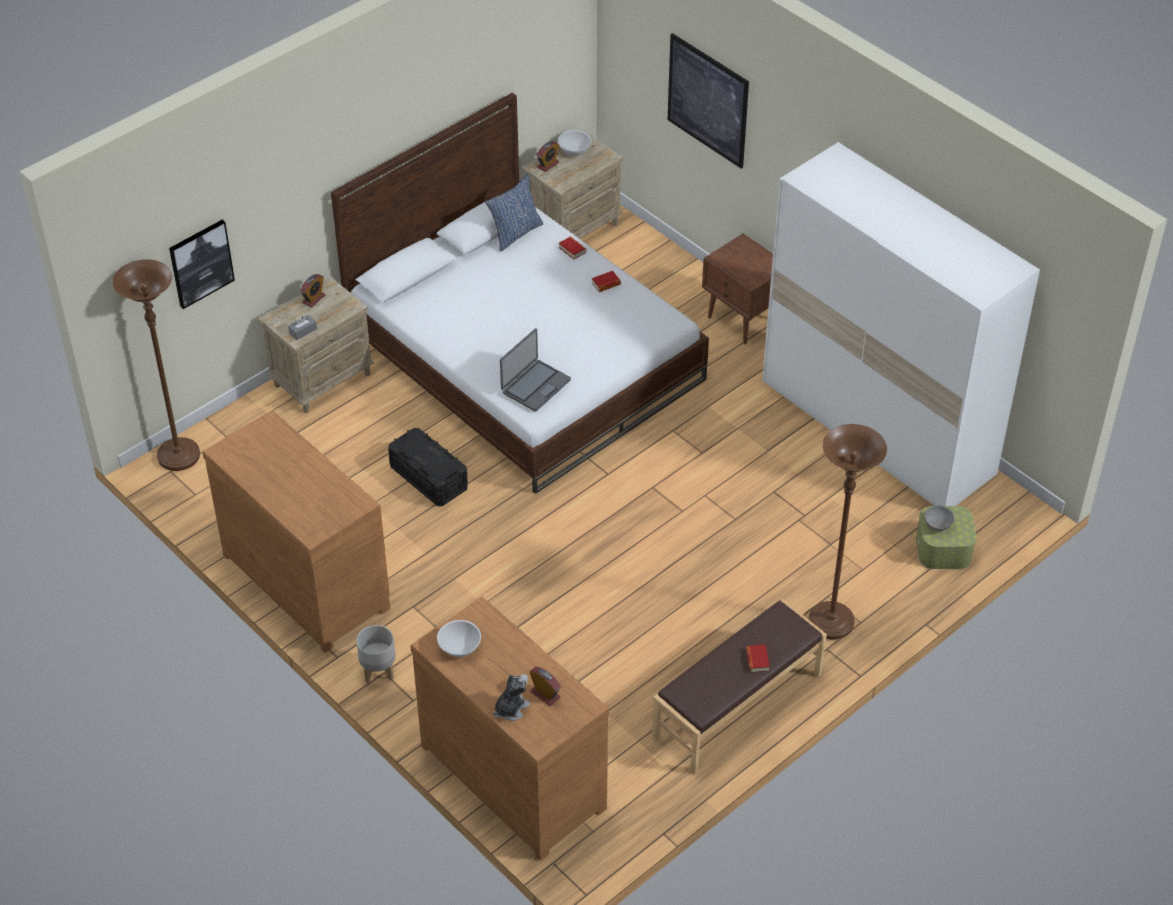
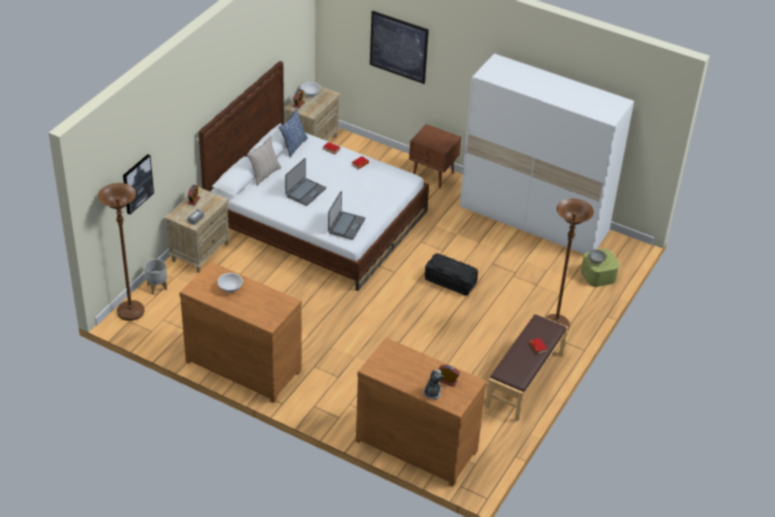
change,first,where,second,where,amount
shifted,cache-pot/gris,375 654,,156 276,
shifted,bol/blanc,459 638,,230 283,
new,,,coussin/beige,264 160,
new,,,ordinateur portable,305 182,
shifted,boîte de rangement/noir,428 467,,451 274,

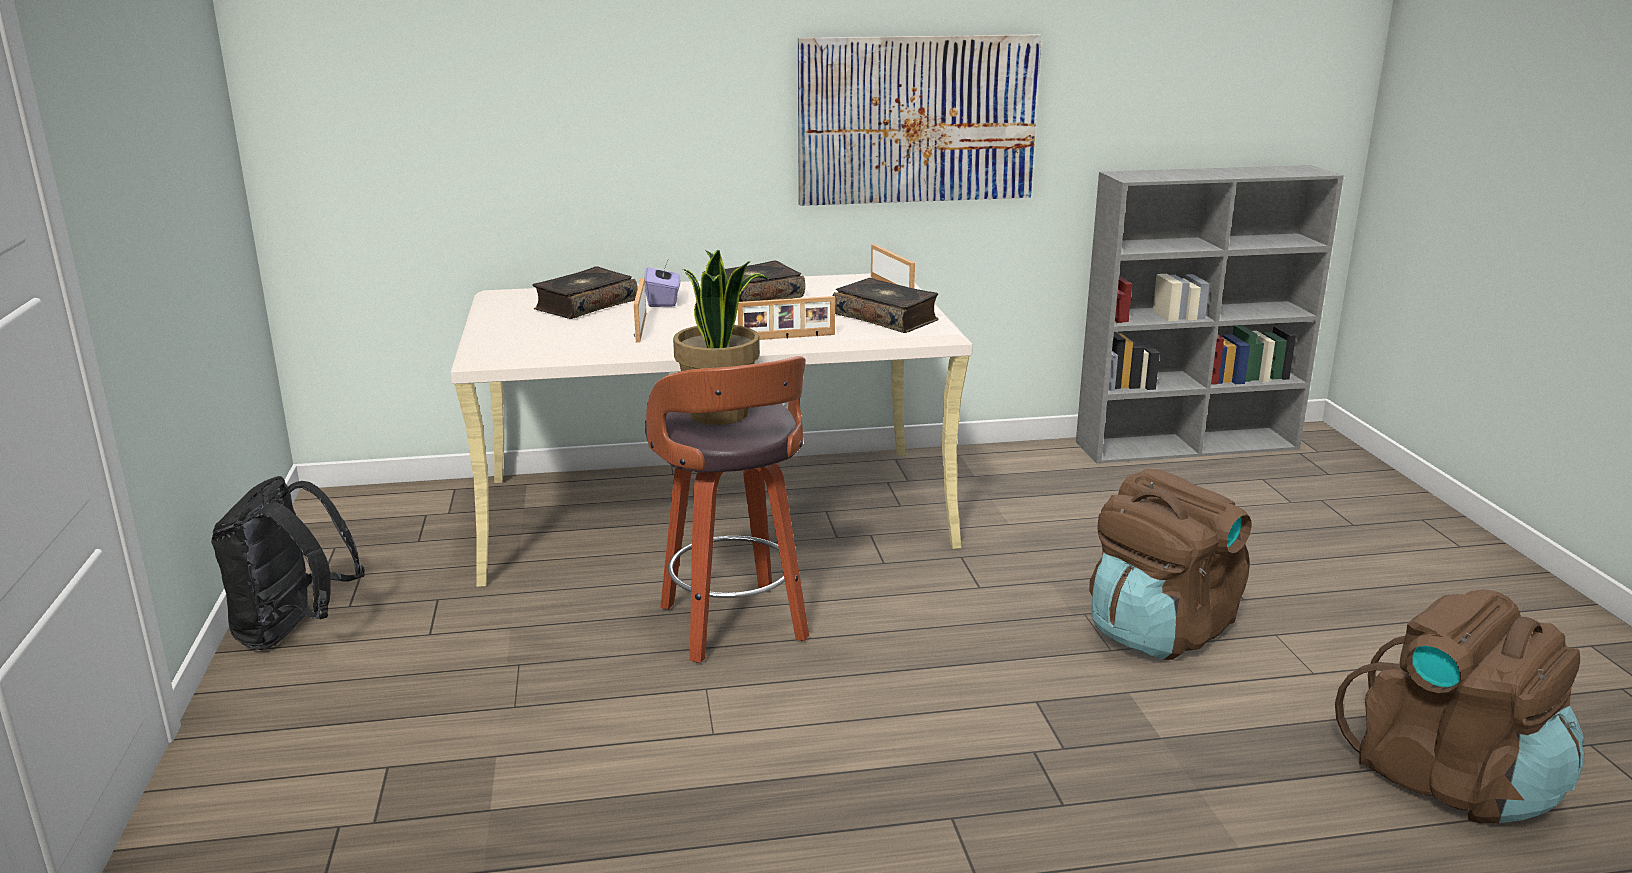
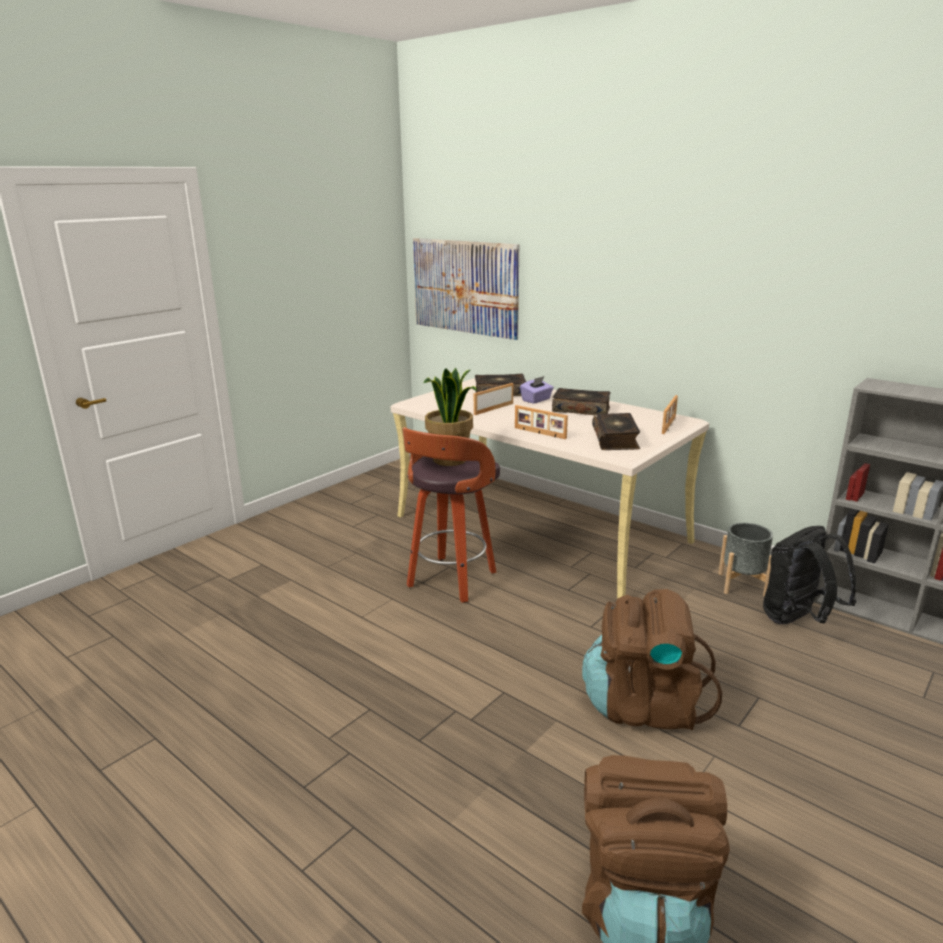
change,first,where,second,where,amount
shifted,tableau,920 120,,466 289,
new,,,cache-pot/gris,745 560,
shifted,sac à dos/noir,288 563,,809 575,

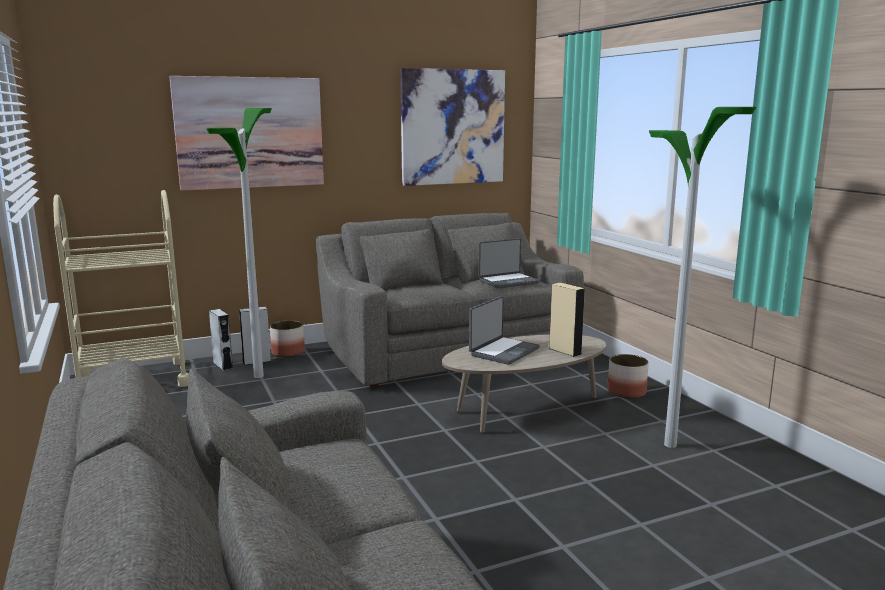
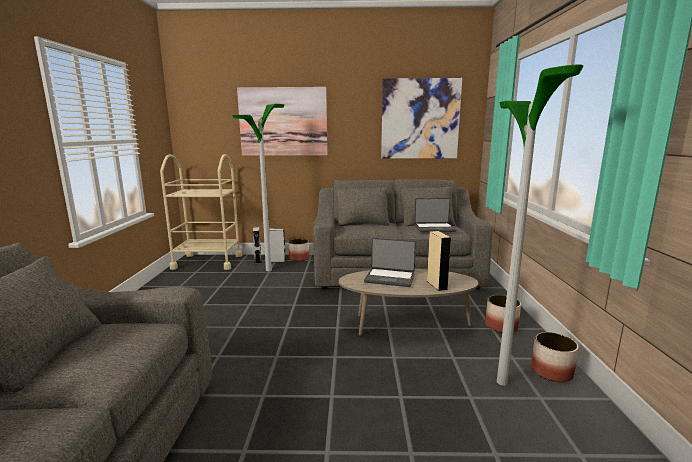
change,first,where,second,where,amount
rotated,ordinateur portable,504 330,,390 262,45 degrees clockwise
new,,,cache-pot,554 357,

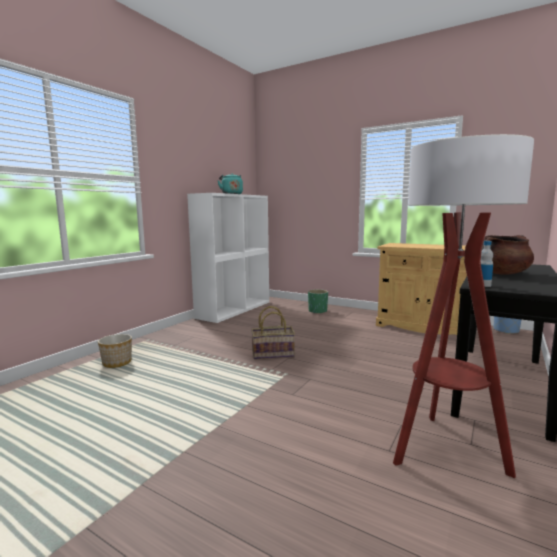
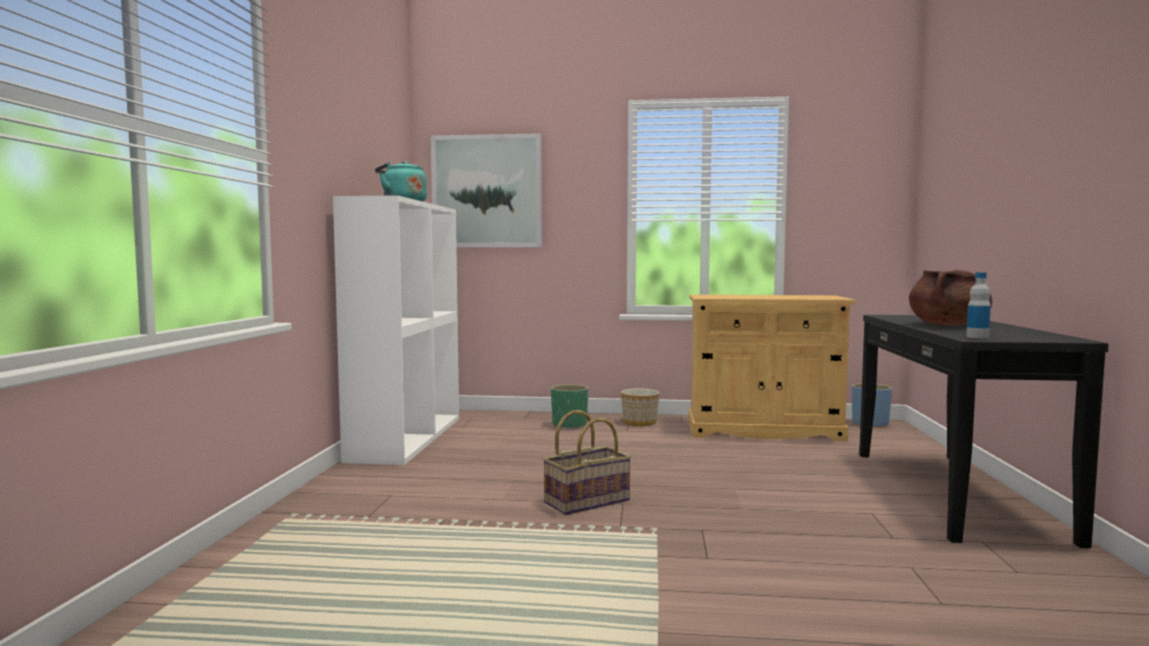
change,first,where,second,where,amount
new,,,tableau,486 190,
shifted,cache-pot,115 351,,640 407,
gone,lampadaire,463 306,,,

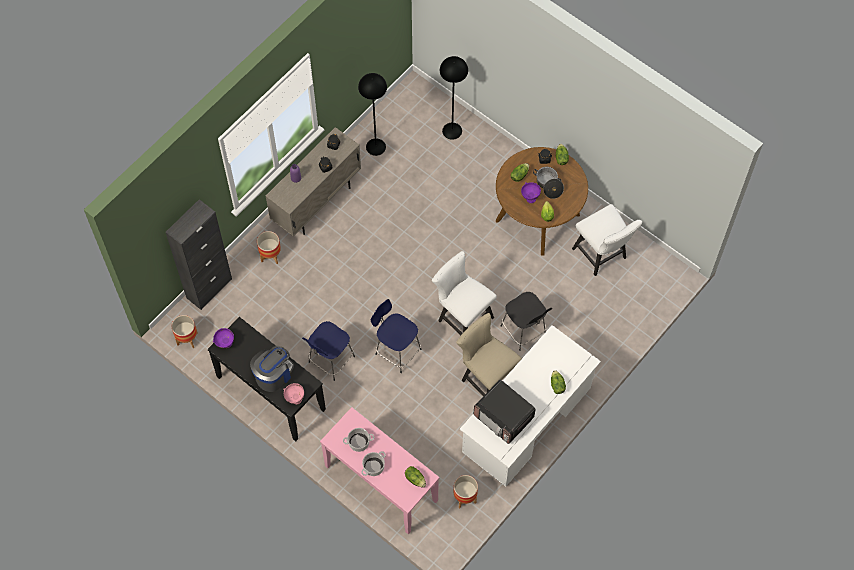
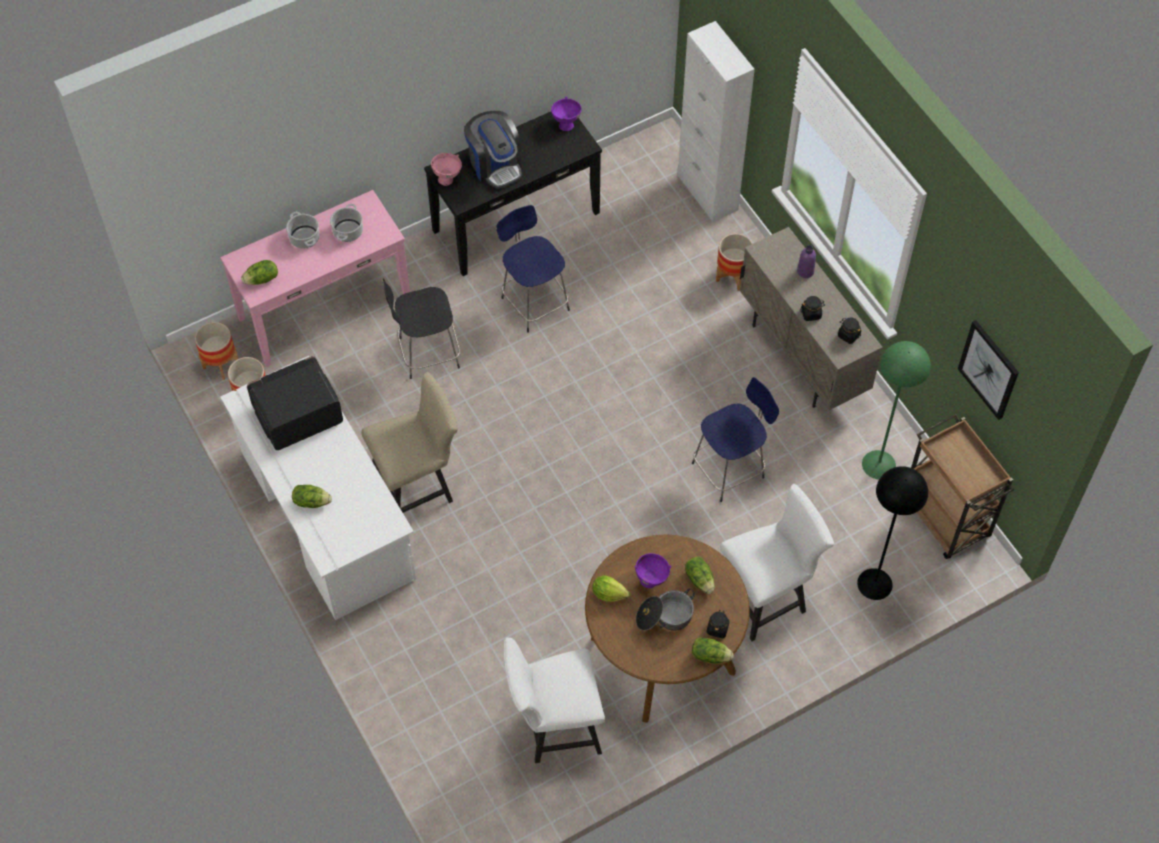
change,first,where,second,where,amount
shifted,cache-pot,185 331,,216 351,
shifted,tabouret/noir,526 321,,421 328,
repainted,meuble de rangement/noir,199 254,meuble de rangement/blanc,716 121,
shifted,tabouret/bleu,396 336,,735 439,
shifted,chaise/blanc,464 293,,777 562,
repainted,lampadaire/noir,372 114,lampadaire/vert,896 410,
new,,,chariot/marron,962 486,
new,,,tableau,988 370,

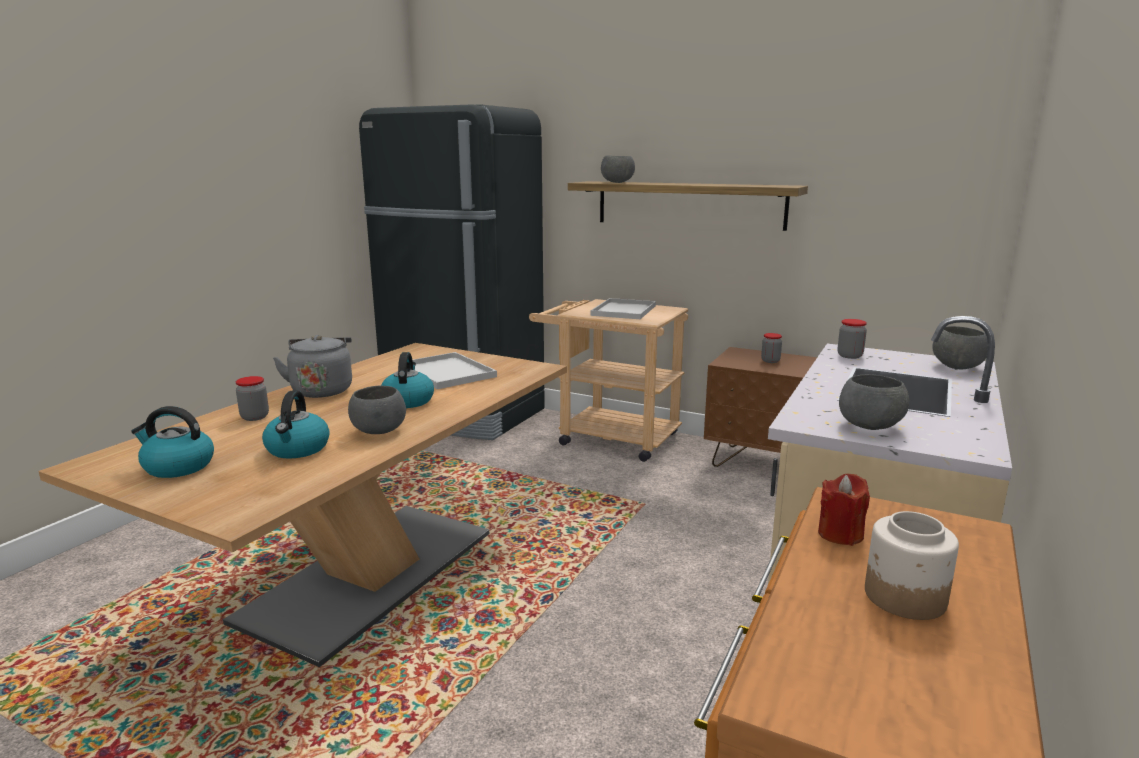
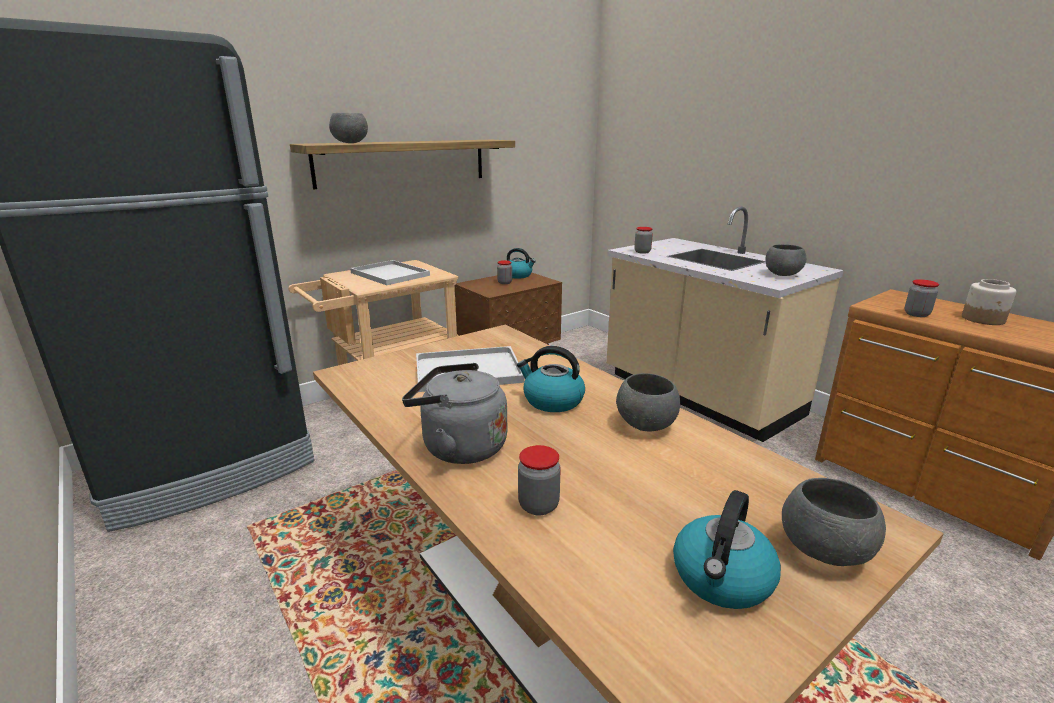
change,first,where,second,where,amount
shifted,bouilloire,296 425,,521 263,
shifted,bol/gris,960 347,,834 522,
swapped,bougie/rouge,844 510,bocal,922 298,

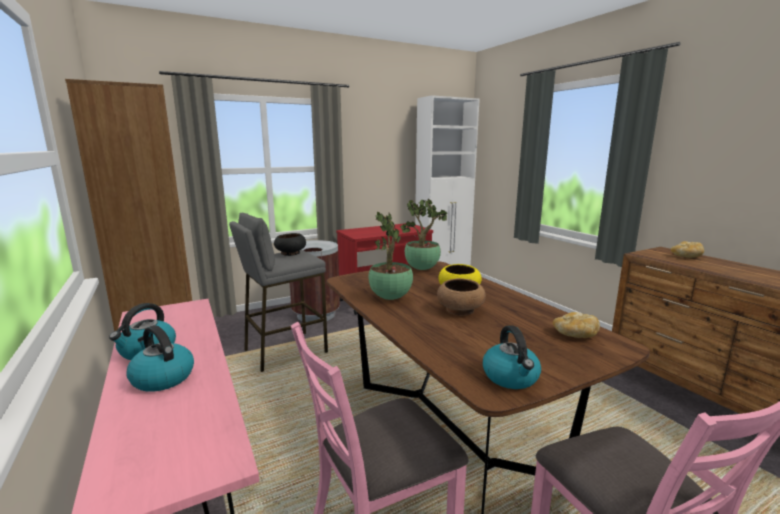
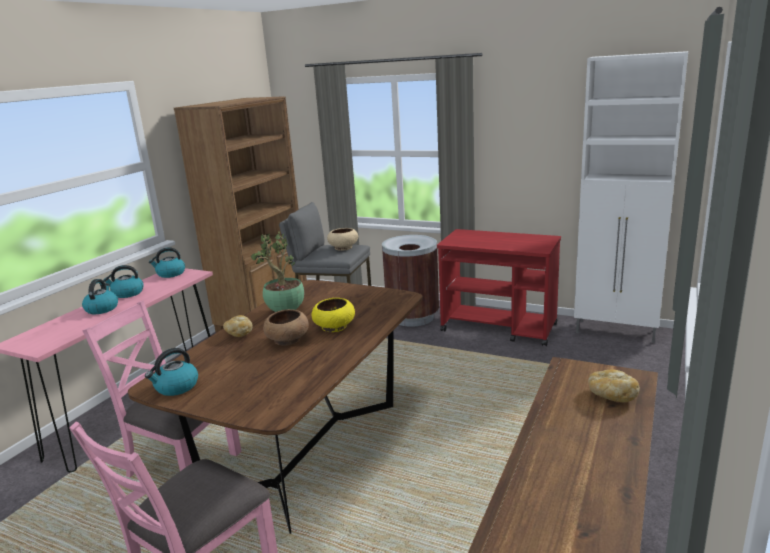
change,first,where,second,where,amount
new,,,bouilloire,167 262,
shifted,pain,576 325,,238 326,
repainted,bol/noir,290 244,bol/beige,342 239,
gone,plante en pot,423 234,,,

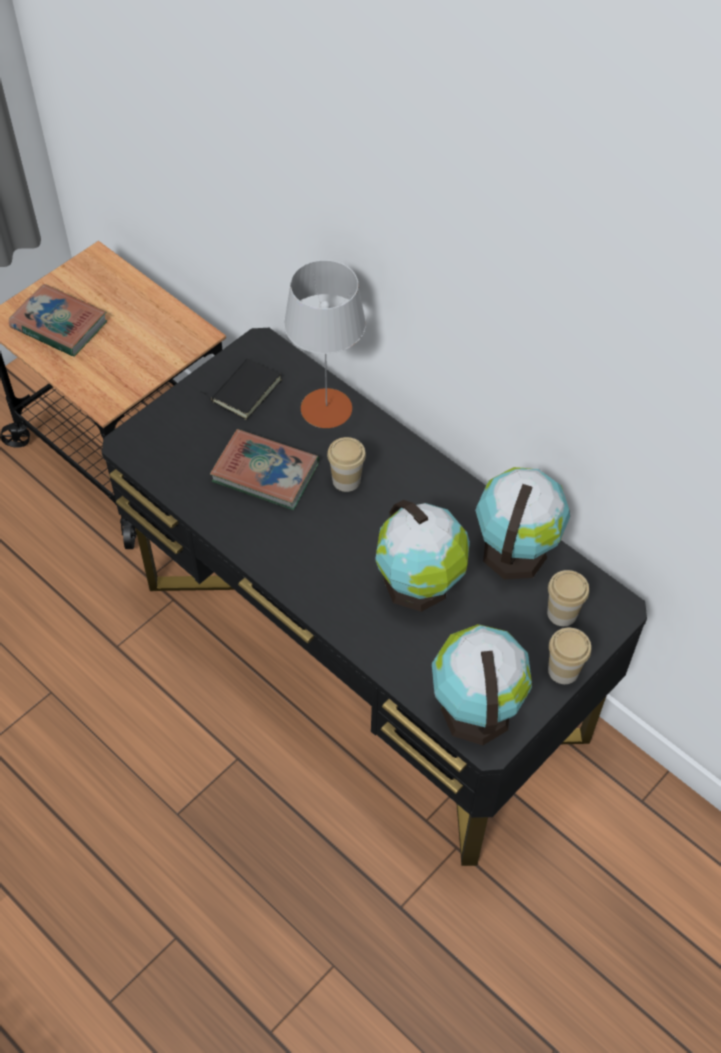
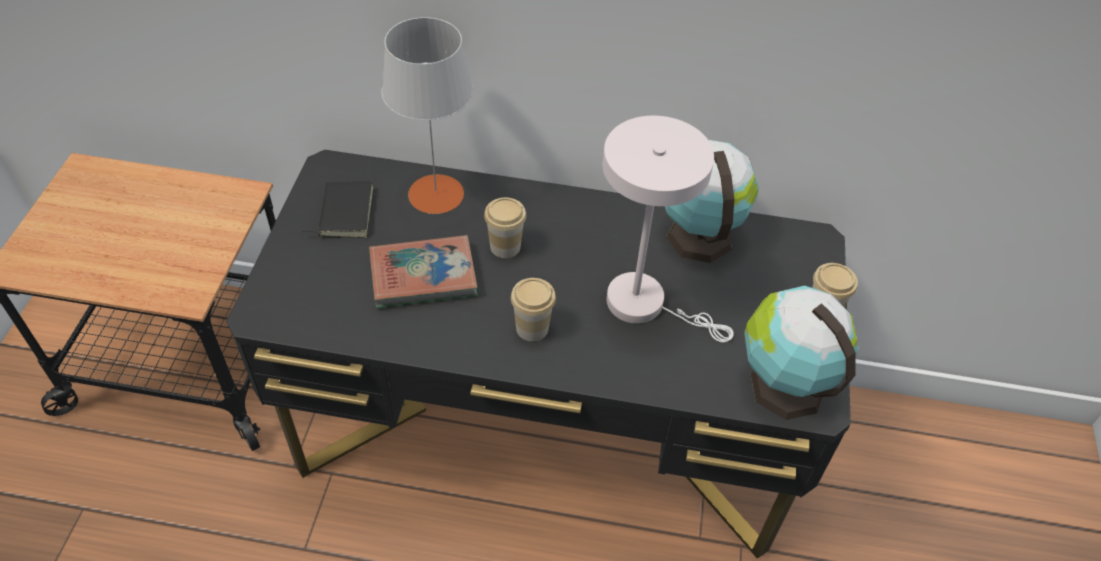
change,first,where,second,where,amount
shifted,tasse,568 598,,533 309,
swapped,globe,422 556,lampe de table/blanc,668 229,
gone,livre,58 320,,,

